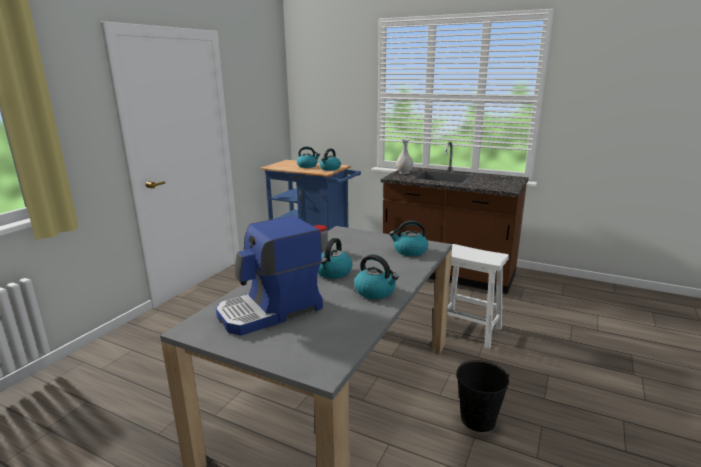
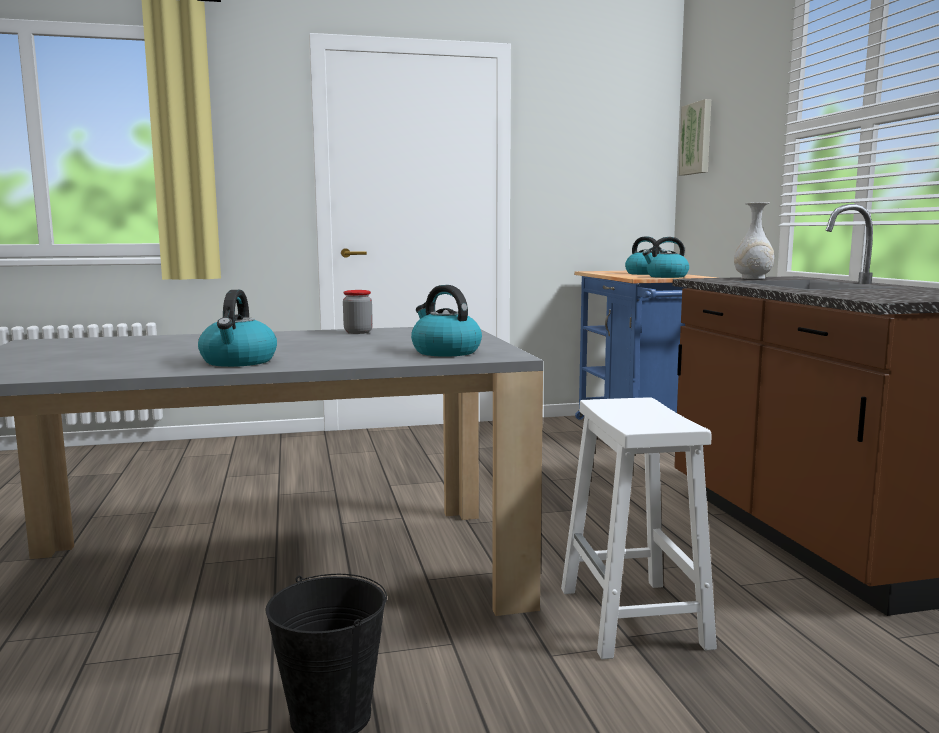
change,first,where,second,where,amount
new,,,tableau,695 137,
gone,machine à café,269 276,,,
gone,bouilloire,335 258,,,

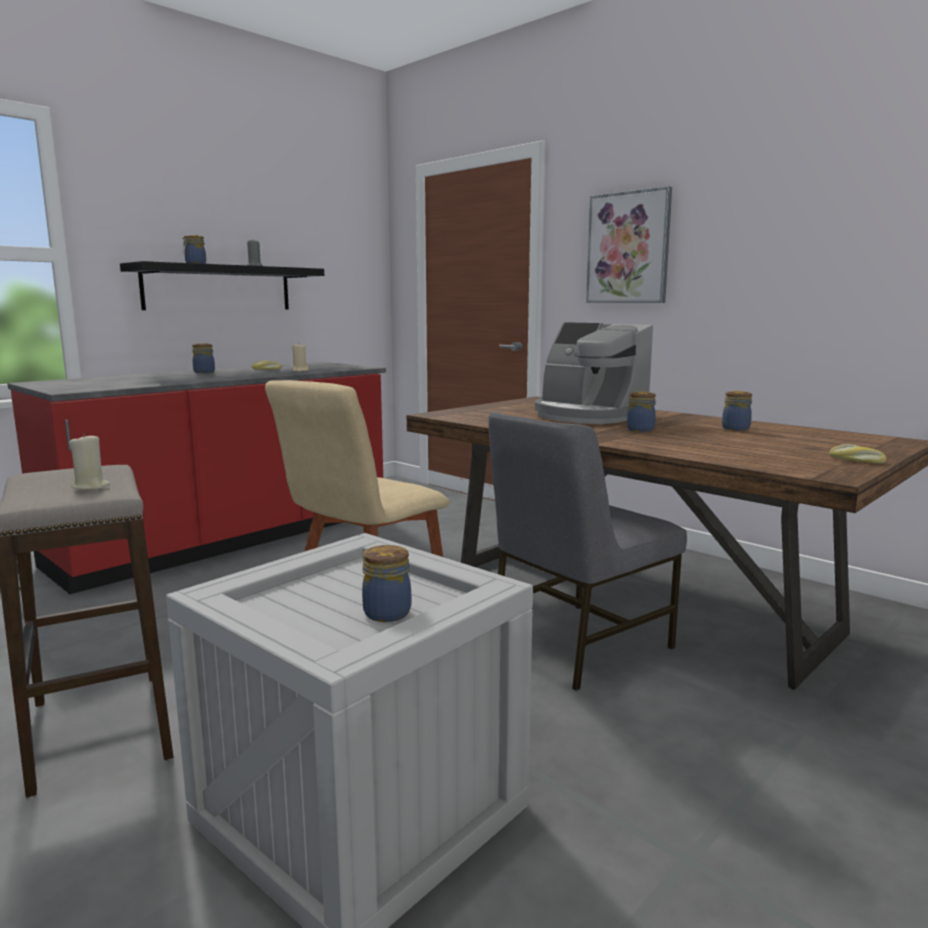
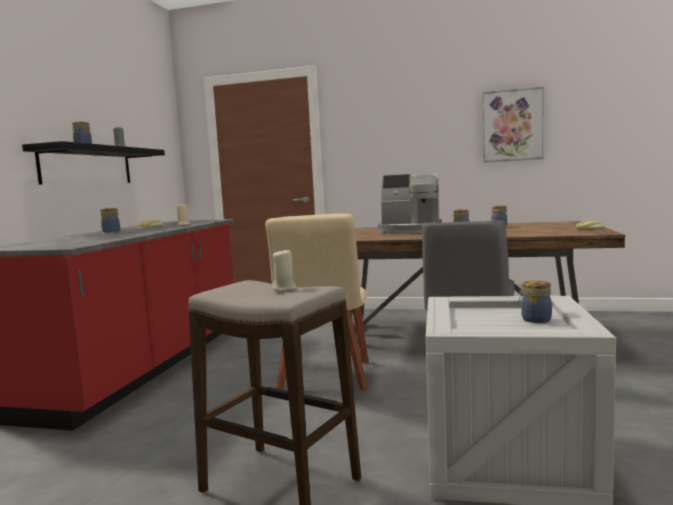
change,first,where,second,where,amount
shifted,tableau,629 244,,513 124,

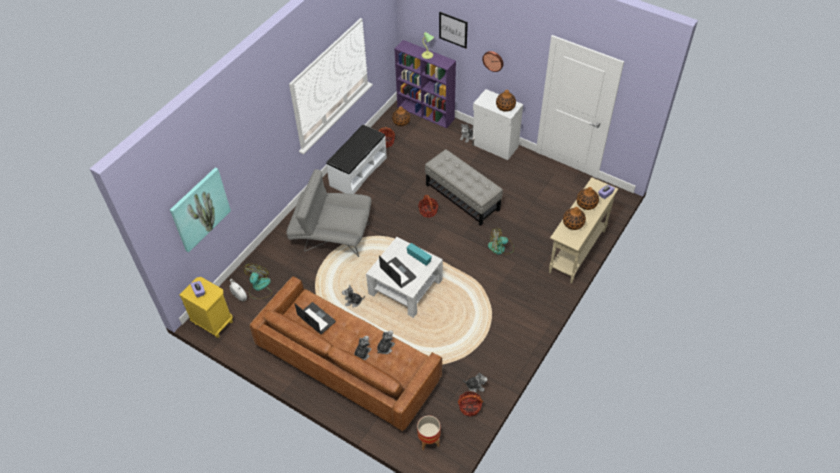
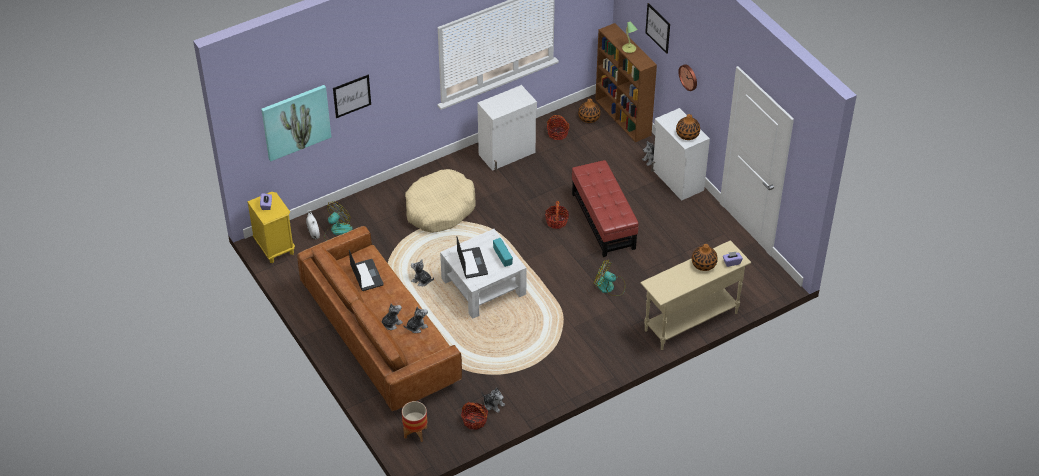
change,first,where,second,where,amount
new,,,tableau,352 96,
swapped,fauteuil/gris,328 213,panier pour chien/beige,440 201,
swapped,banc/blanc,356 159,meuble de rangement/blanc,507 128,
repainted,pouf/gris,464 187,pouf/rouge,605 208,
repainted,bibliothèque/violet,425 84,bibliothèque/marron,626 82,
gone,vase,574 218,,,

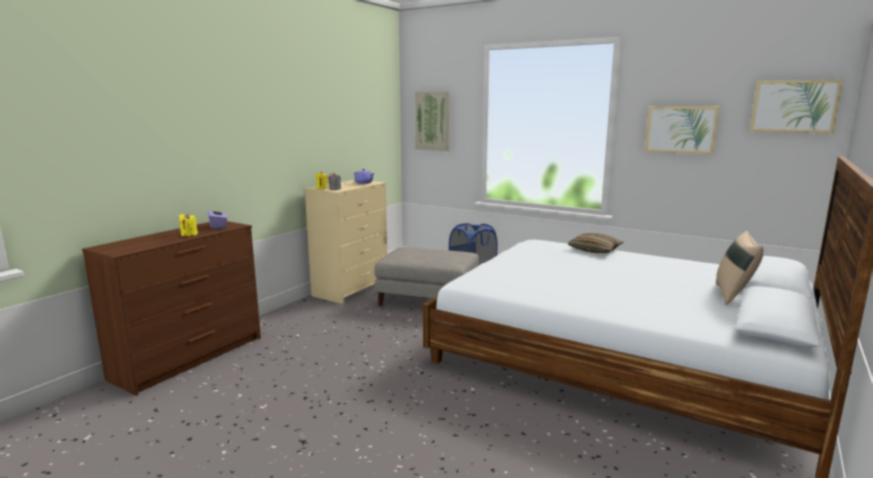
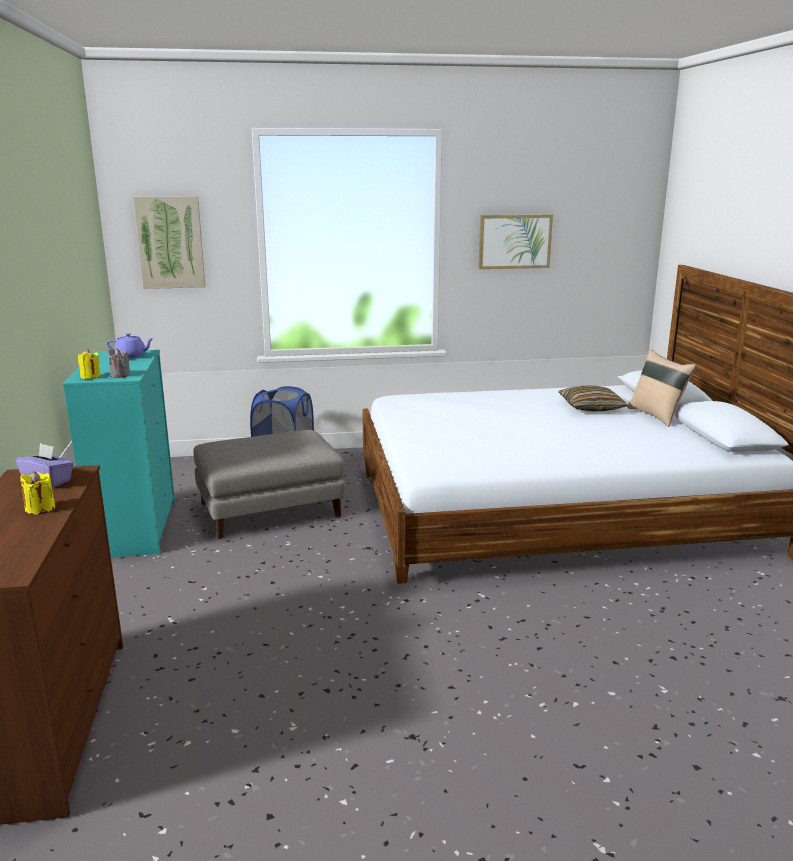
change,first,where,second,where,amount
repainted,commode/beige,345 242,commode/turquoise,119 453,
shifted,coussin,596 243,,593 398,
gone,tableau,796 107,,,

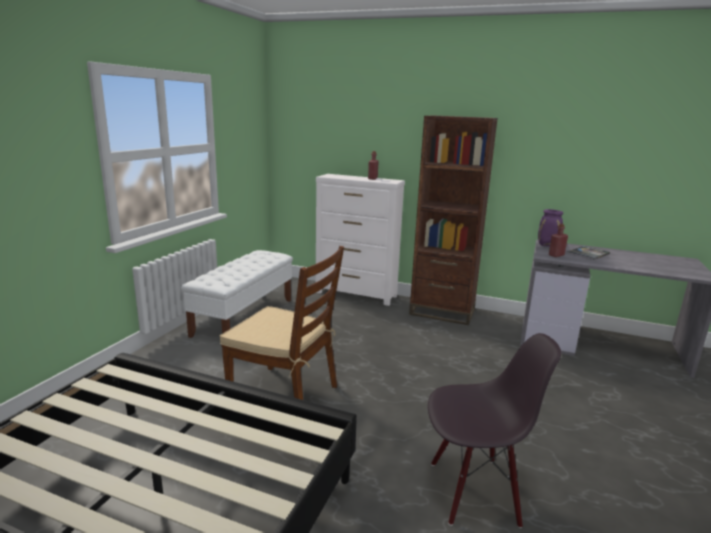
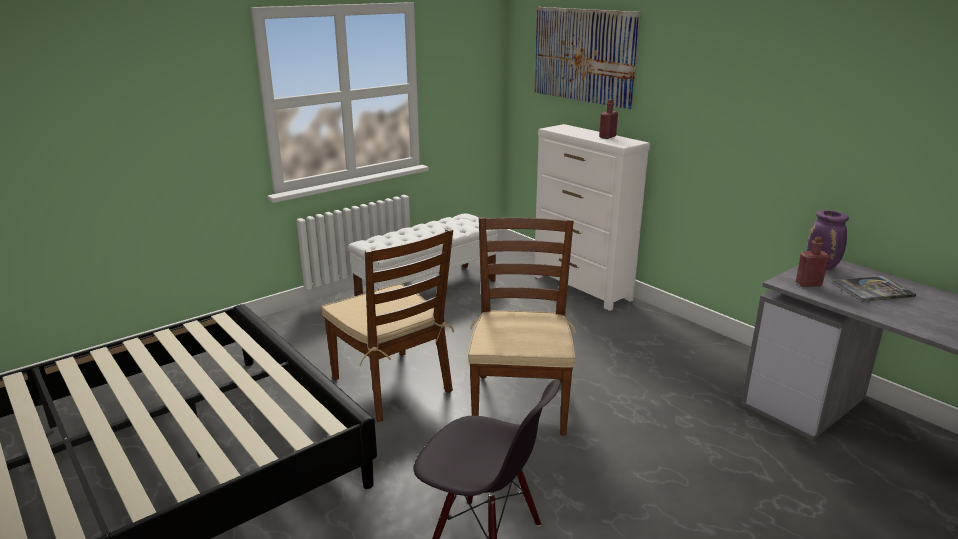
change,first,where,second,where,amount
new,,,chaise/marron,522 326,
new,,,tableau,587 58,
gone,bibliothèque/marron,453 220,,,

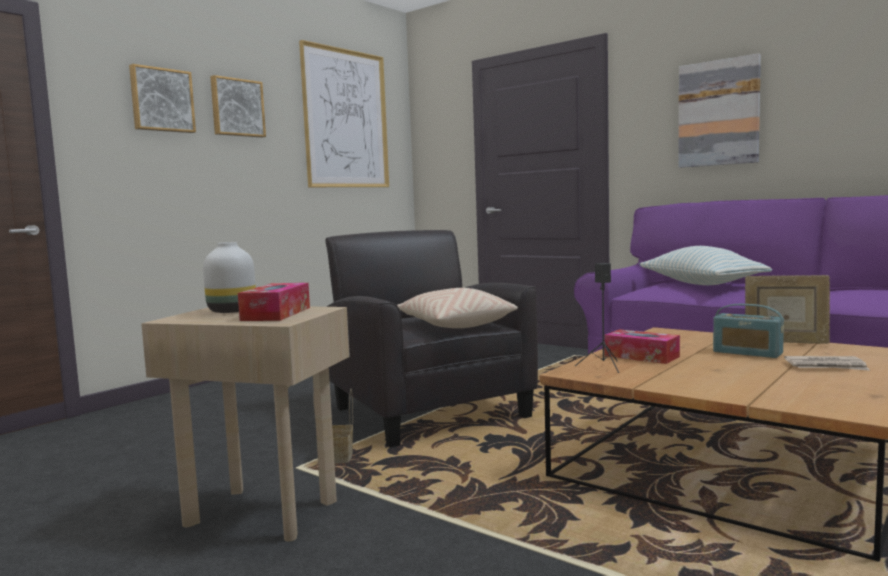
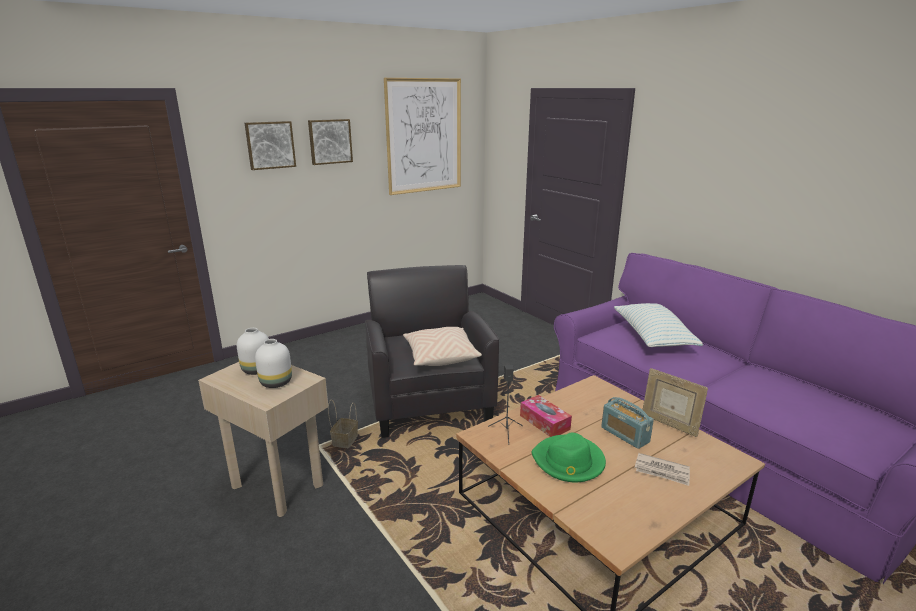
change,first,where,second,where,amount
swapped,boîte à mouchoirs,274 302,vase/blanc,273 363,
new,,,chapeau/vert,568 457,
gone,tableau,719 111,,,

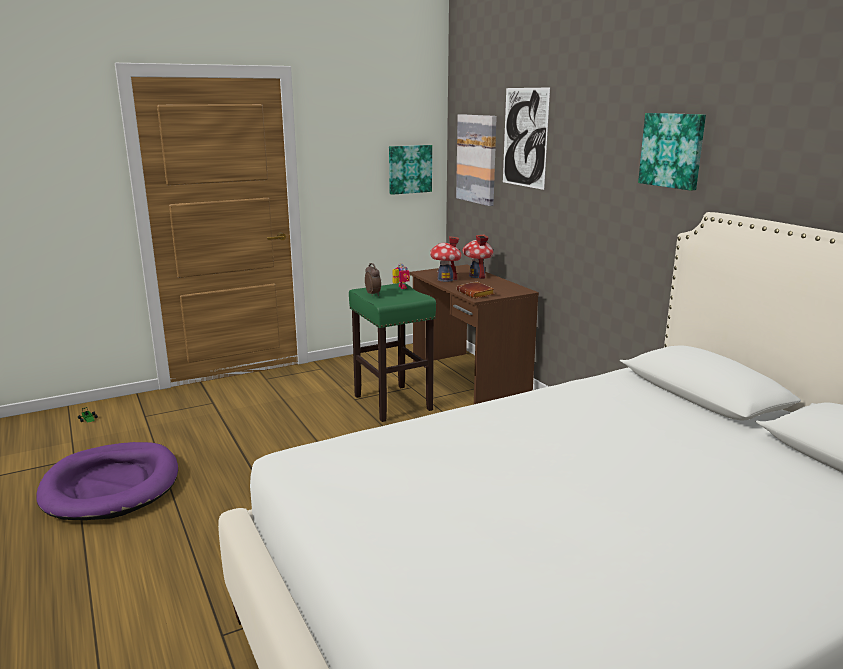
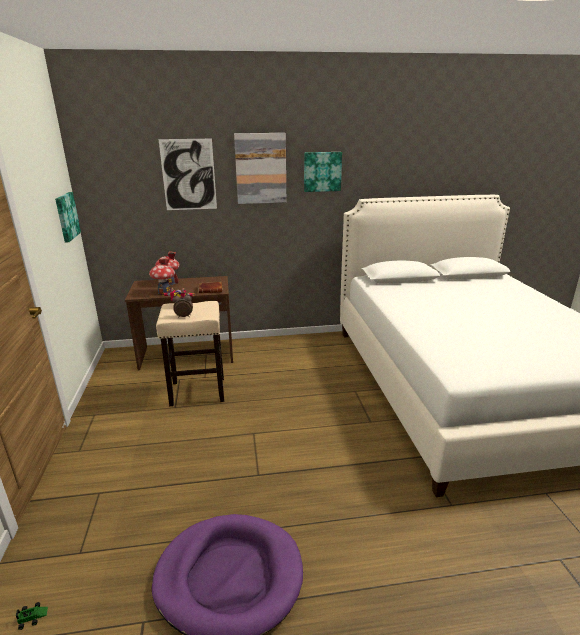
change,first,where,second,where,amount
repainted,tabouret/vert,392 352,tabouret/beige,190 353,
shifted,tableau,476 160,,260 168,

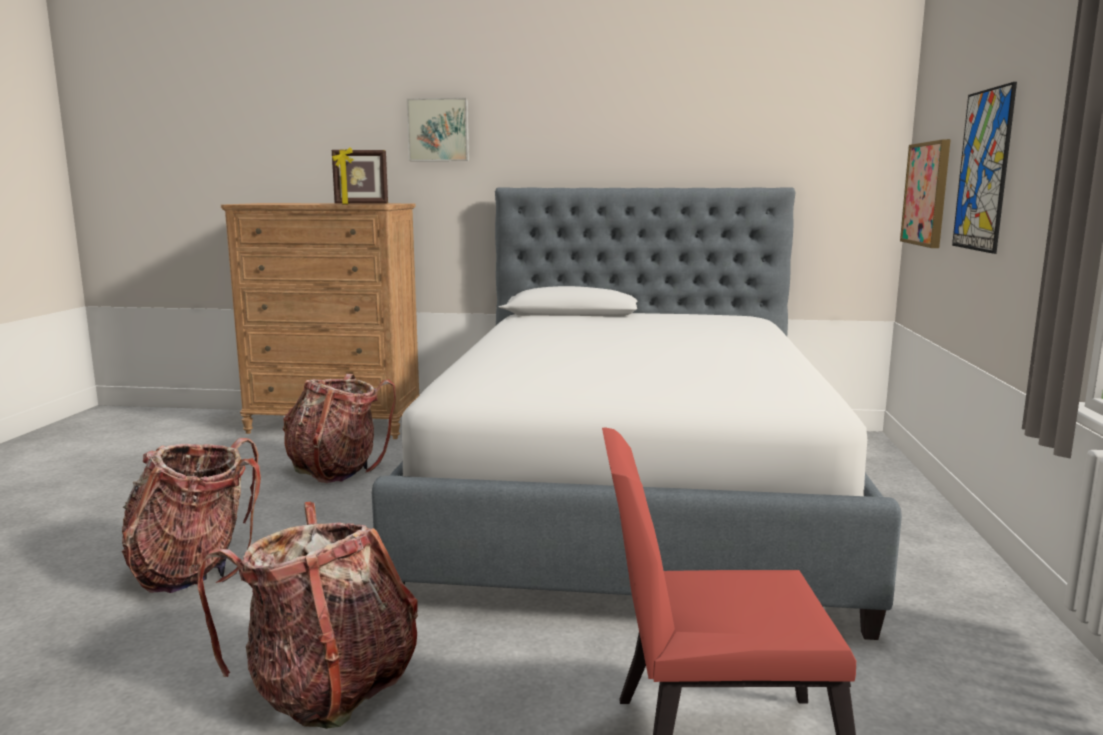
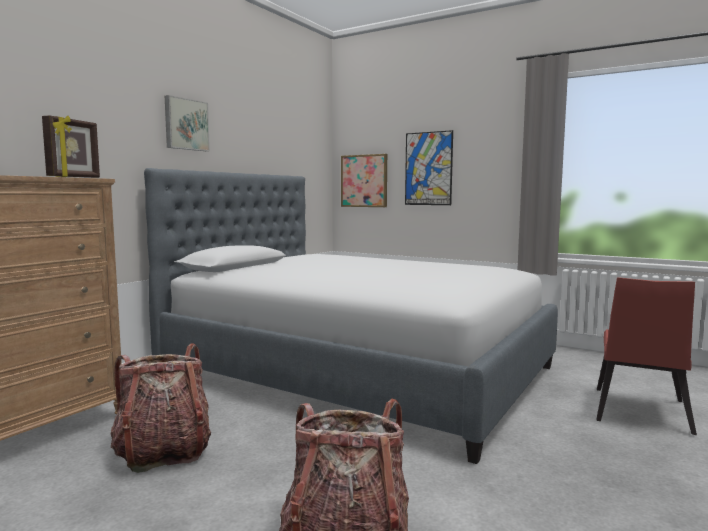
change,first,where,second,where,amount
shifted,tableau,437 129,,187 123,
gone,sac à dos,308 615,,,

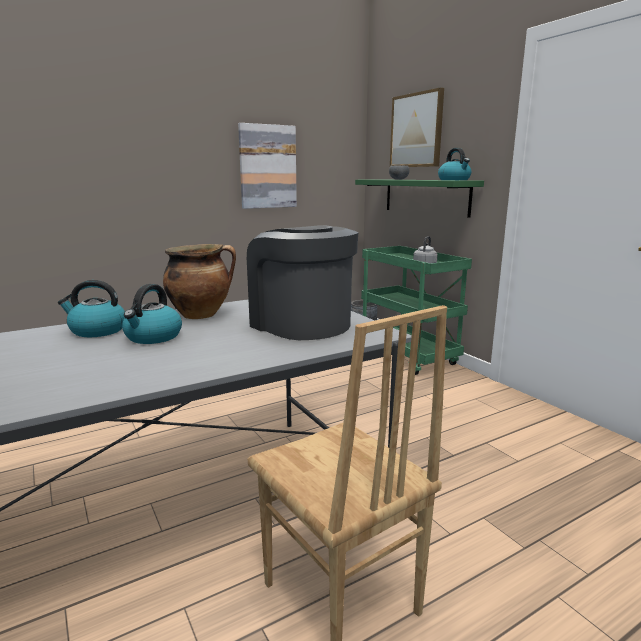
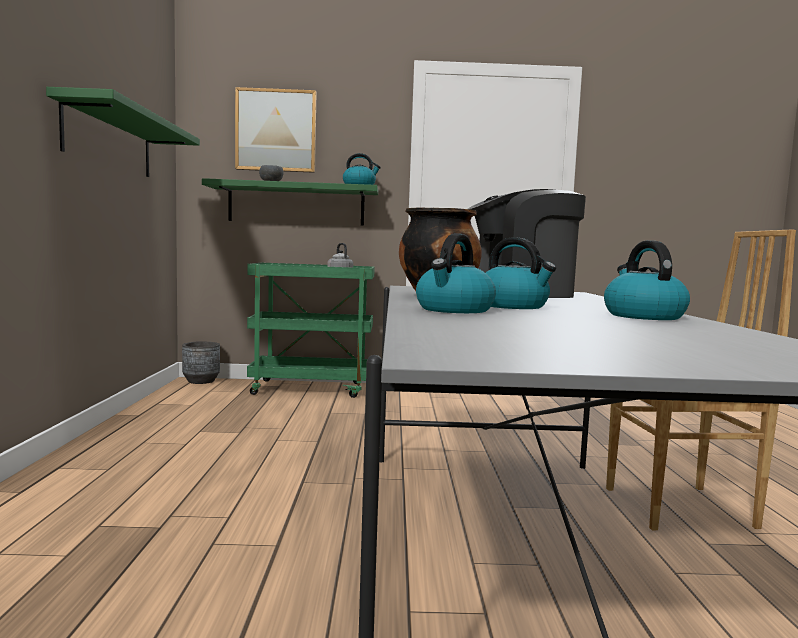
change,first,where,second,where,amount
swapped,tableau,267 166,étagère/vert,123 132,
new,,,bouilloire,647 280,

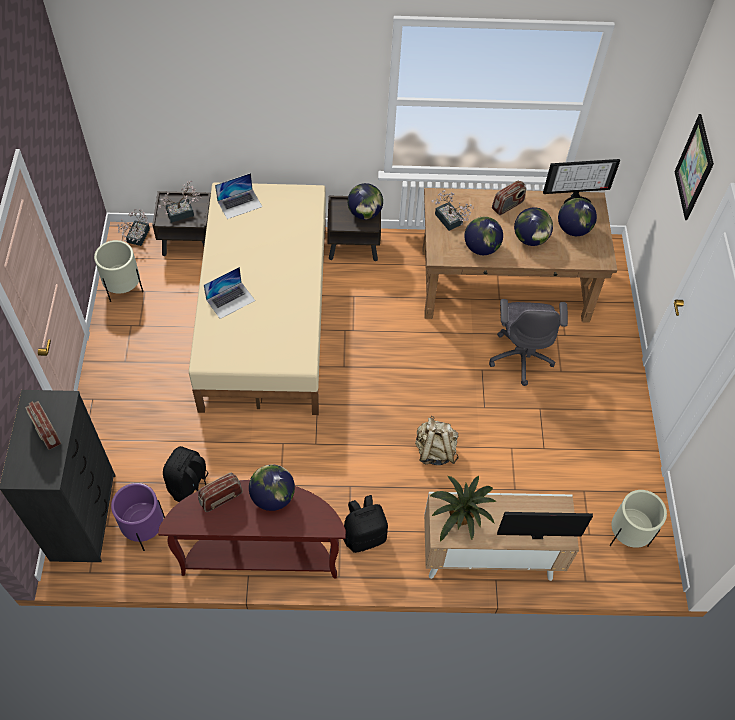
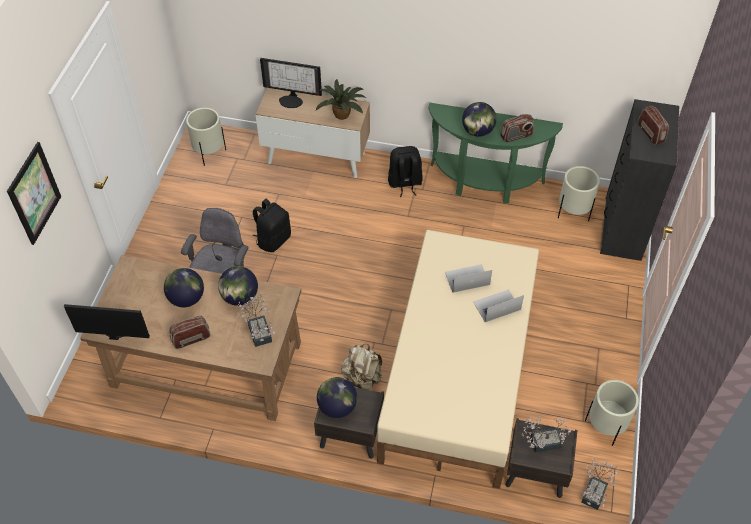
change,first,where,second,where,amount
shifted,sac à dos/noir,185 474,,272 225,
shifted,sac à dos/beige,437 440,,361 367,
repainted,table console/marron,252 529,table console/vert,495 153,
shifted,ordinateur portable,238 196,,468 278,
repainted,cache-pot/violet,138 517,cache-pot/beige,579 193,
gone,globe,577 217,,,

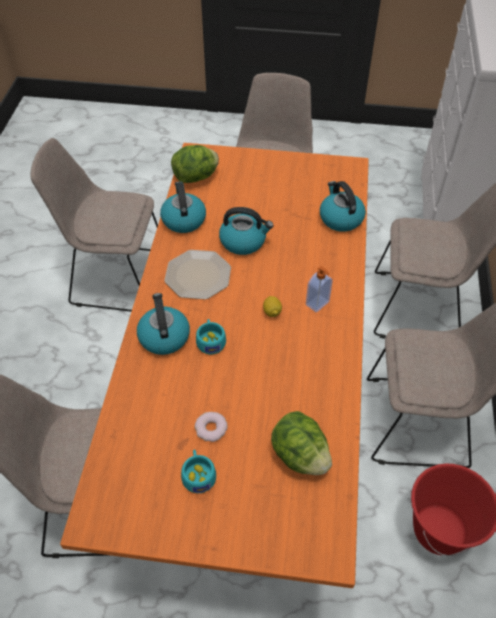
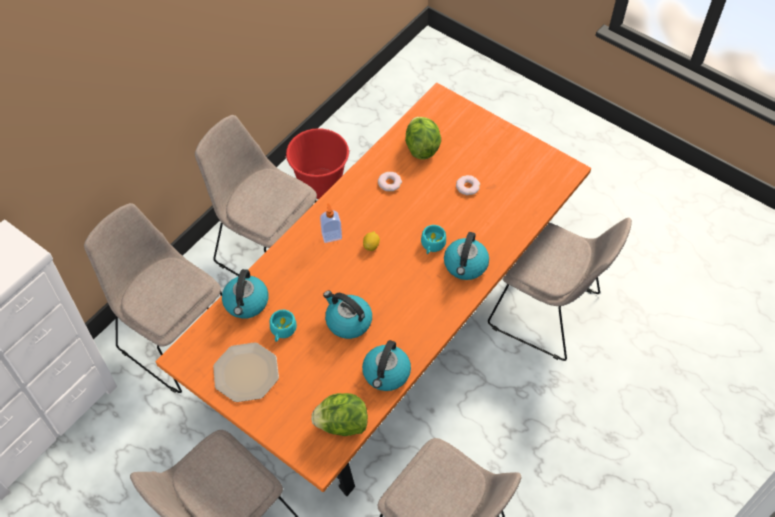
change,first,where,second,where,amount
shifted,assiette,197 274,,246 372,
shifted,tasse/turquoise,198 471,,283 326,
new,,,beignet,390 181,

